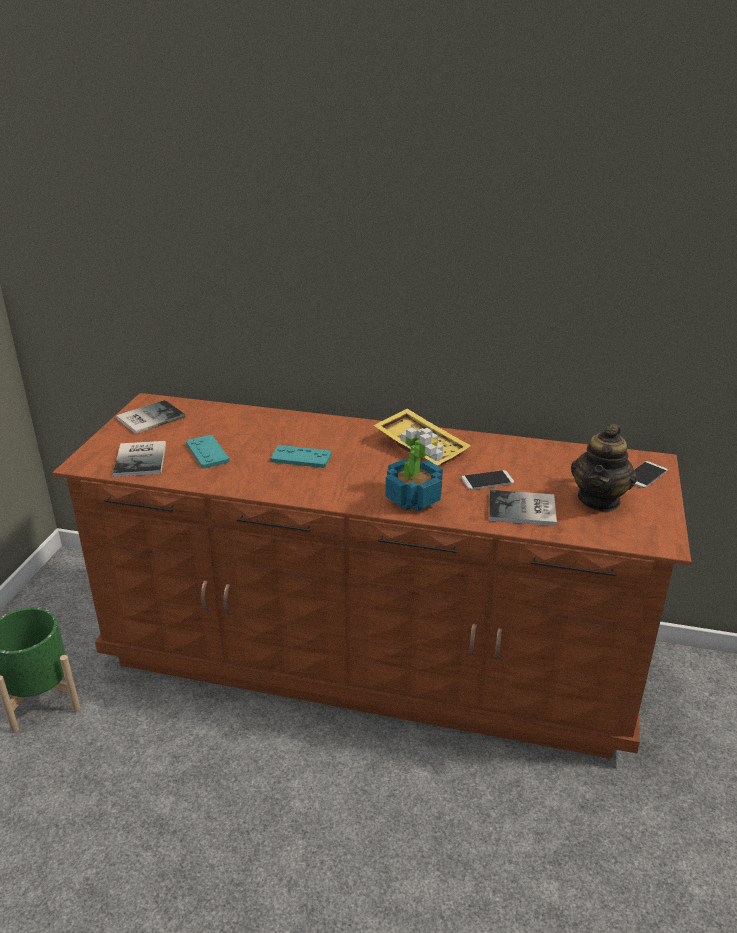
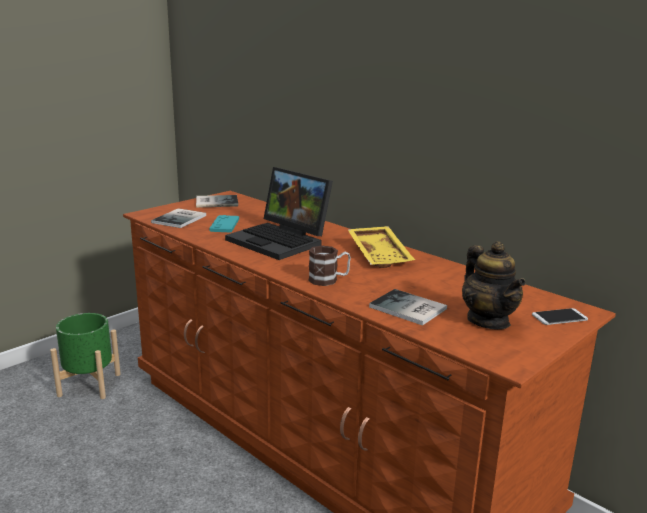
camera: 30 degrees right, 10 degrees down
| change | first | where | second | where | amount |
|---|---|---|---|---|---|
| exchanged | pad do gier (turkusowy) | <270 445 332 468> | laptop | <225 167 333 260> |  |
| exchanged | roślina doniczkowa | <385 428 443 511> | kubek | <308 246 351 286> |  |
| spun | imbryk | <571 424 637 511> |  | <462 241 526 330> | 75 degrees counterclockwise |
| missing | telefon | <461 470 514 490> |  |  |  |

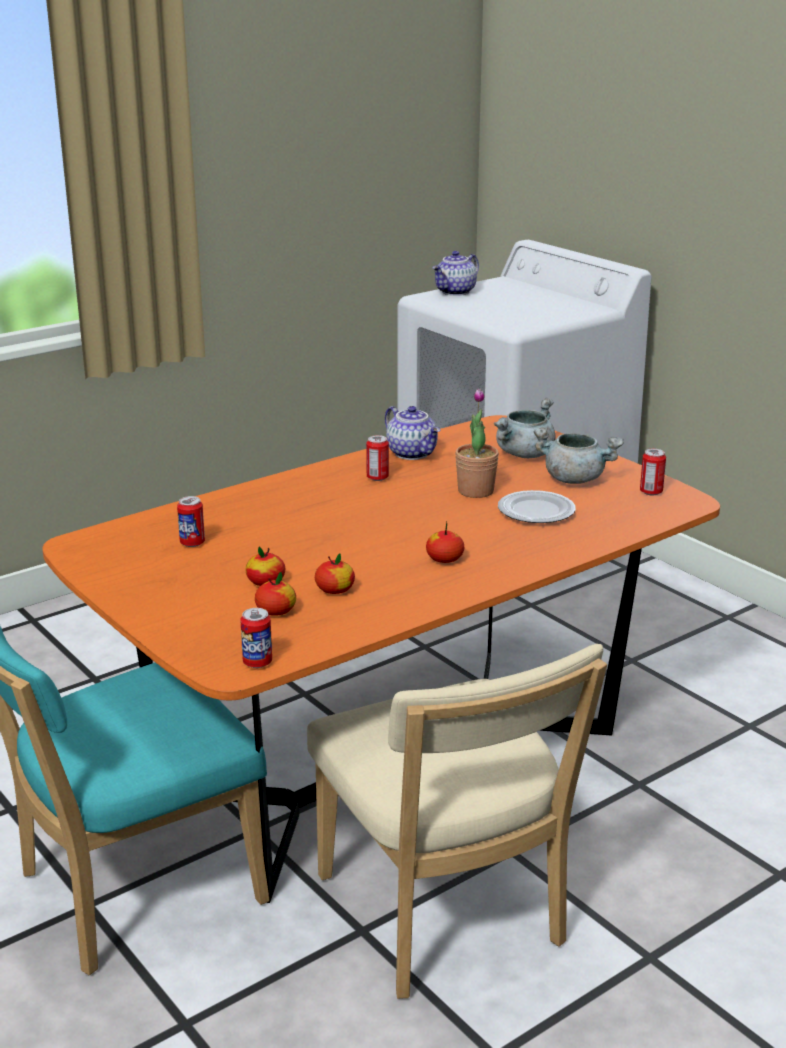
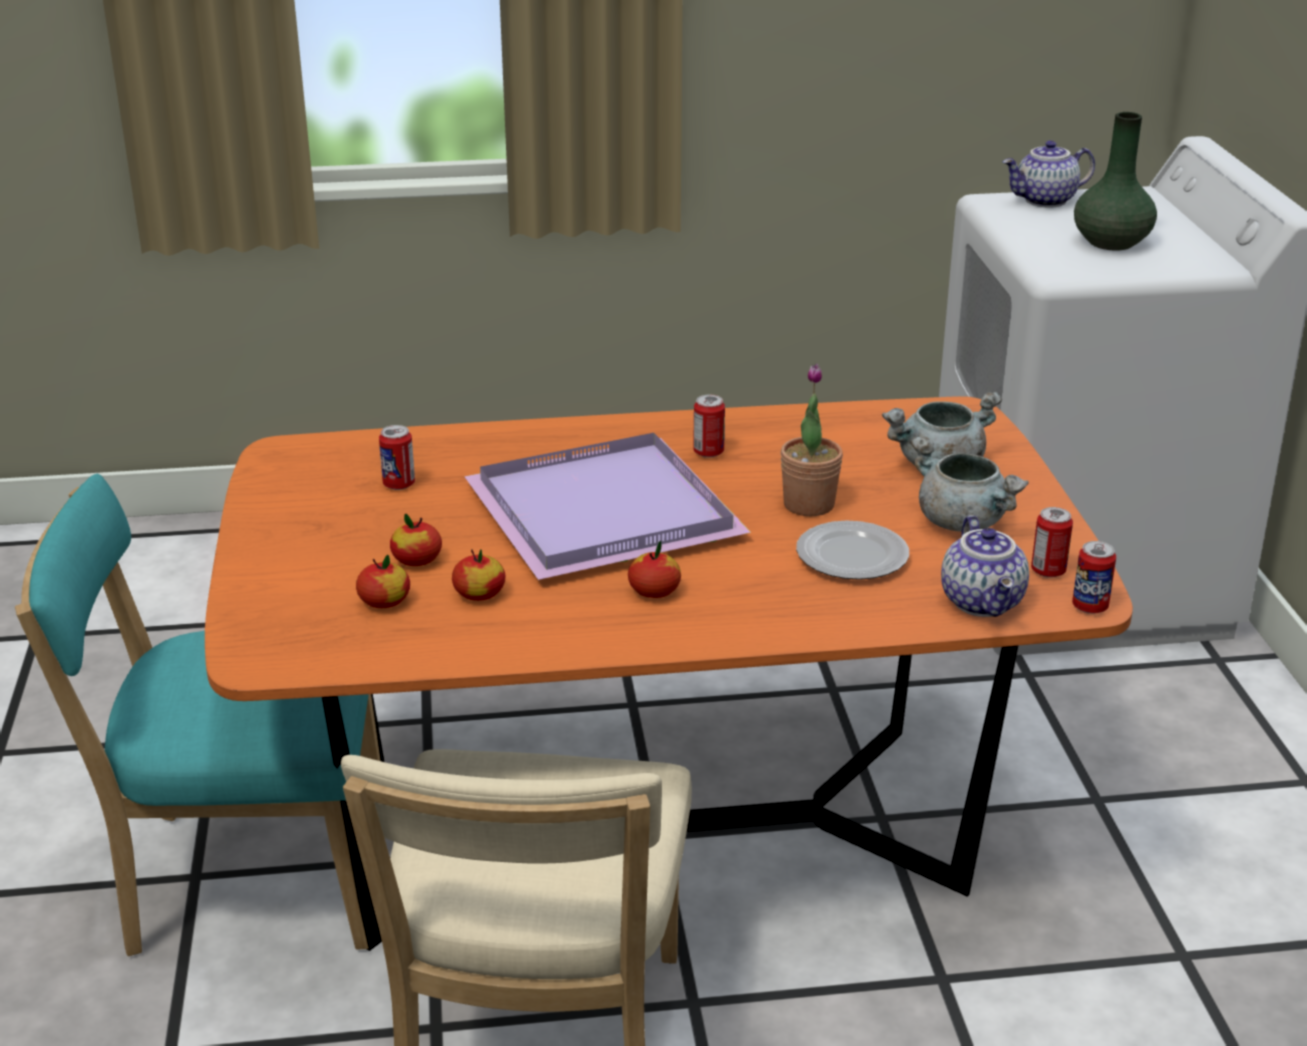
camera: 30 degrees right, 5 degrees up
| change | first | where | second | where | amount |
|---|---|---|---|---|---|
| appeared |  |  | taca (fioletowy) | <464 433 751 580> |  |
| relocated | imbryk | <385 406 440 460> |  | <941 515 1029 617> |  |
| relocated | puszka | <240 608 272 668> |  | <1072 541 1116 614> |  |
| appeared |  |  | wazon (zielony) | <1074 112 1157 251> |  |

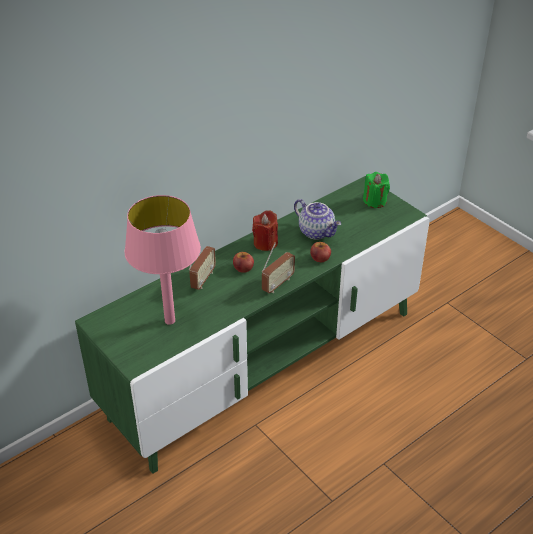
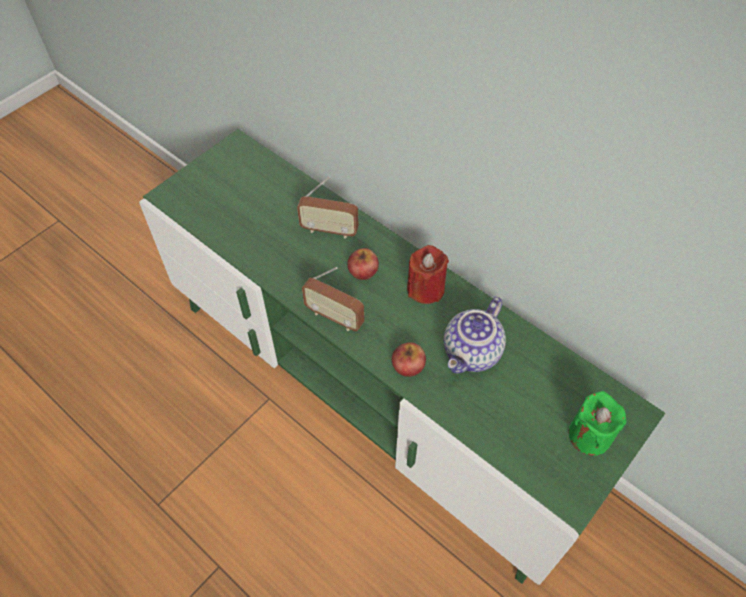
camera: 80 degrees right, 15 degrees up
| change | first | where | second | where | amount |
|---|---|---|---|---|---|
| missing | lampa stołowa (różowy) | <124 195 201 325> |  |  |  |

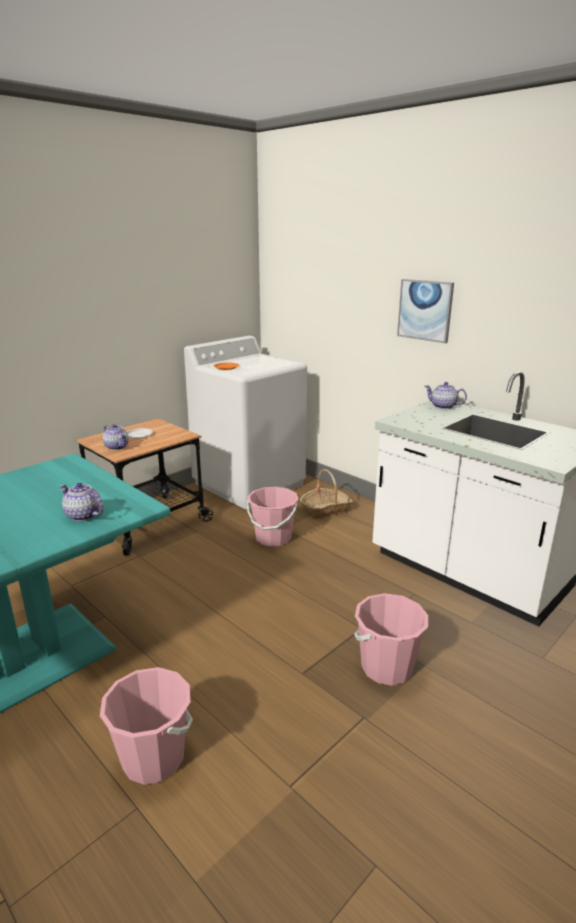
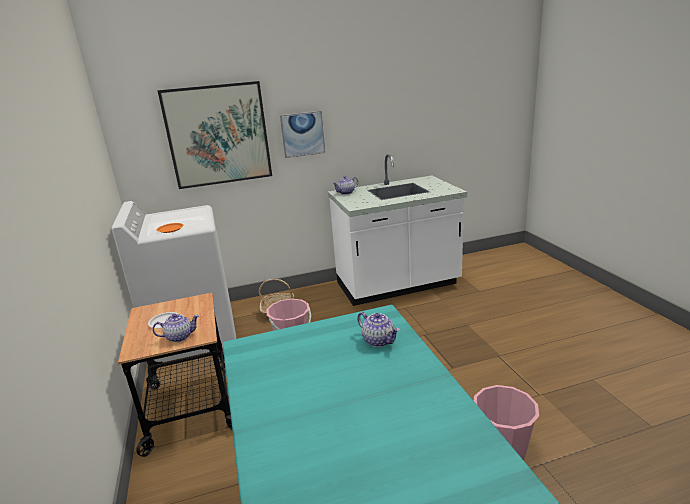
camera: 60 degrees left, 0 degrees up
| change | first | where | second | where | amount |
|---|---|---|---|---|---|
| appeared |  |  | obraz | <158 81 272 189> |  |
| spun | imbryk | <60 483 104 522> |  | <357 312 399 347> | 105 degrees counterclockwise |
| missing | wiadro (różowy) | <354 593 428 686> |  |  |  |

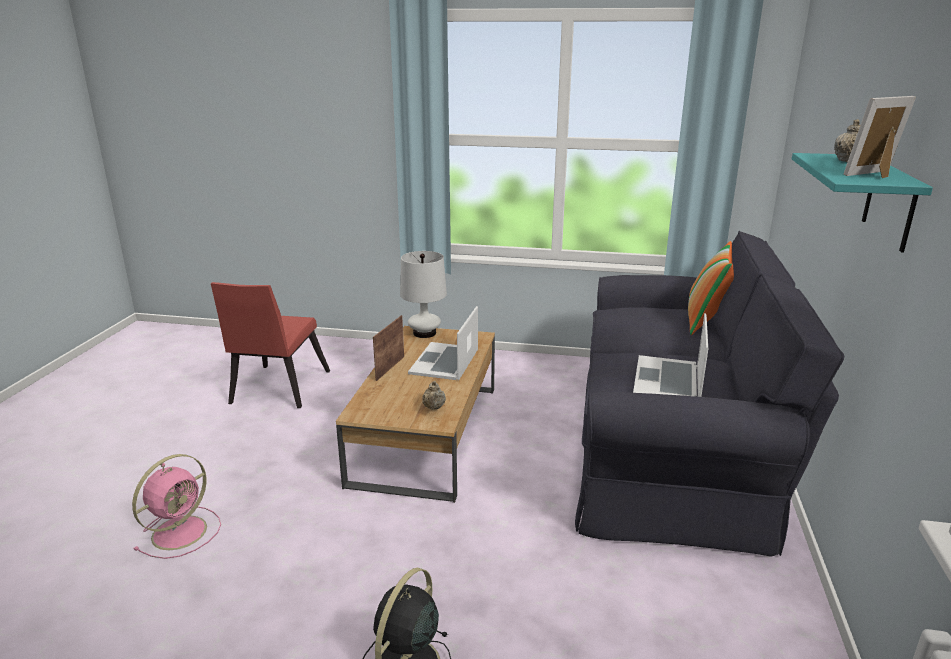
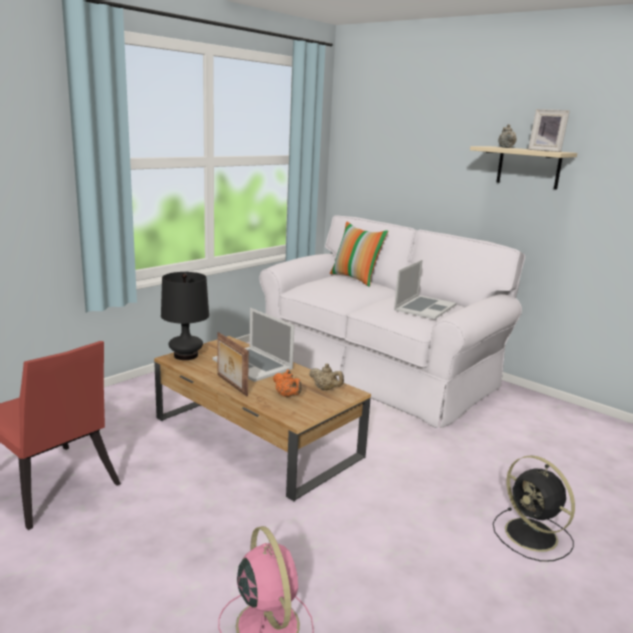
camera: 60 degrees left, 5 degrees down
| change | first | where | second | where | amount |
|---|---|---|---|---|---|
| colour | lampa stołowa (biały) | <400 251 447 338> | lampa stołowa (czarny) | <161 272 209 360> |  |
| colour | kanapa (czarny) | <575 231 844 557> | kanapa (biały) | <259 216 525 428> |  |
| appeared |  |  | imbryk (pomarańczowy) | <273 370 302 397> |  |
| spun | laptop | <633 313 708 397> |  | <394 260 456 319> | 105 degrees counterclockwise |
| colour | półka (turkusowy) | <792 153 933 252> | półka (beżowy) | <470 146 577 189> |  |
| spun | ramka na zdjęcie | <844 96 916 178> |  | <528 109 570 152> | 60 degrees counterclockwise |

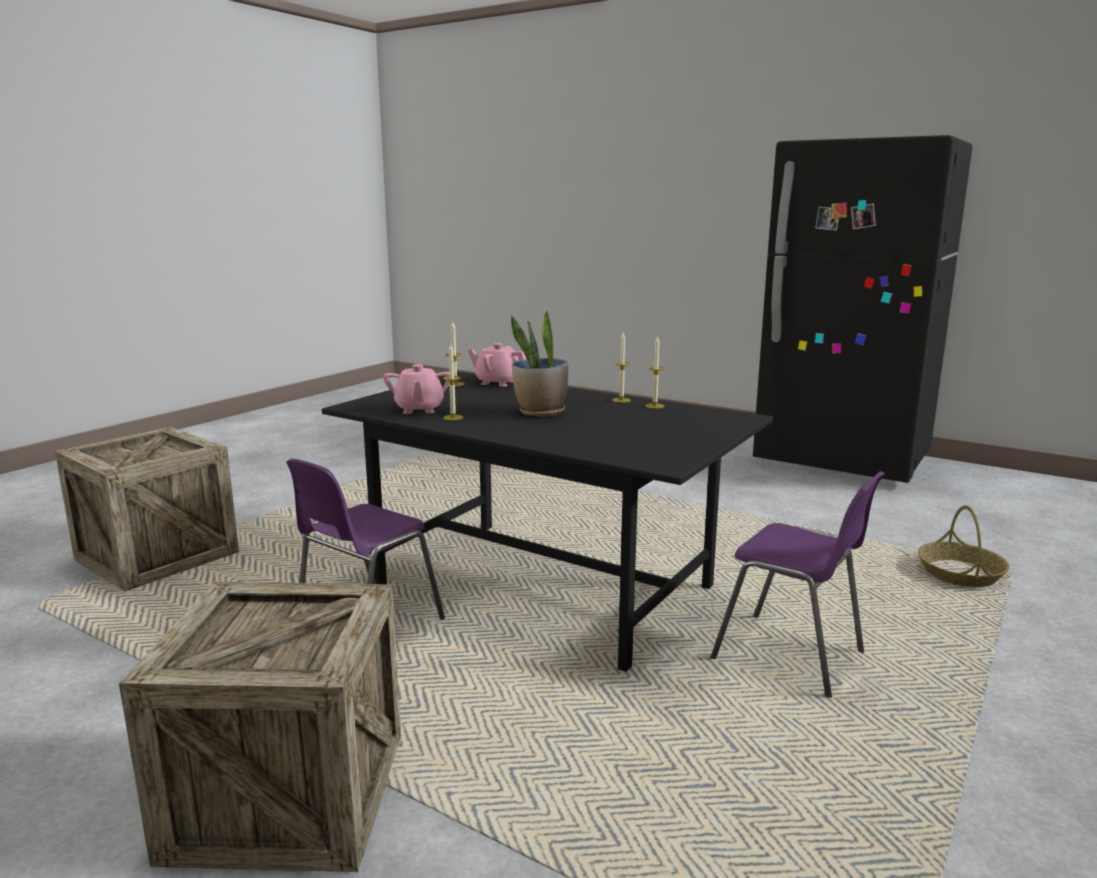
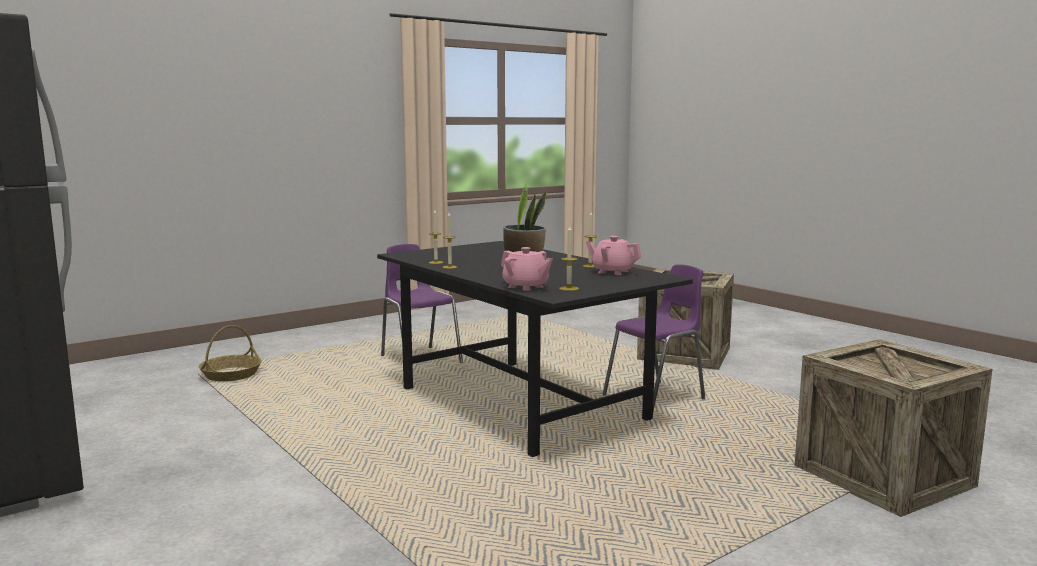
camera: 160 degrees left, 5 degrees down
| change | first | where | second | where | amount |
|---|---|---|---|---|---|
| spun | imbryk (różowy) | <383 364 450 414> |  | <586 236 641 275> | 75 degrees counterclockwise |

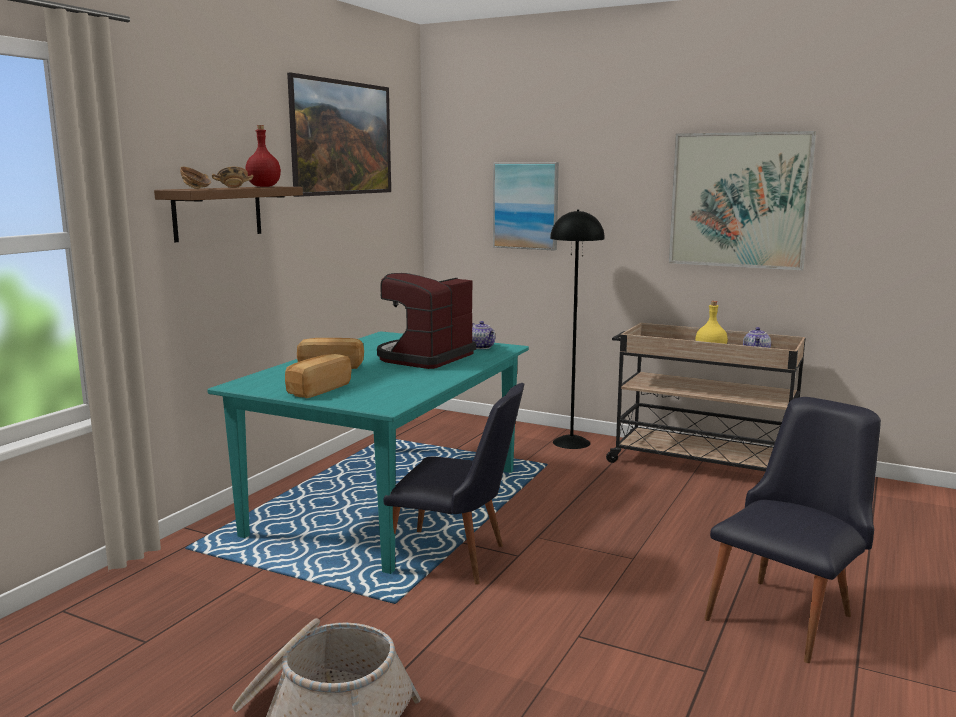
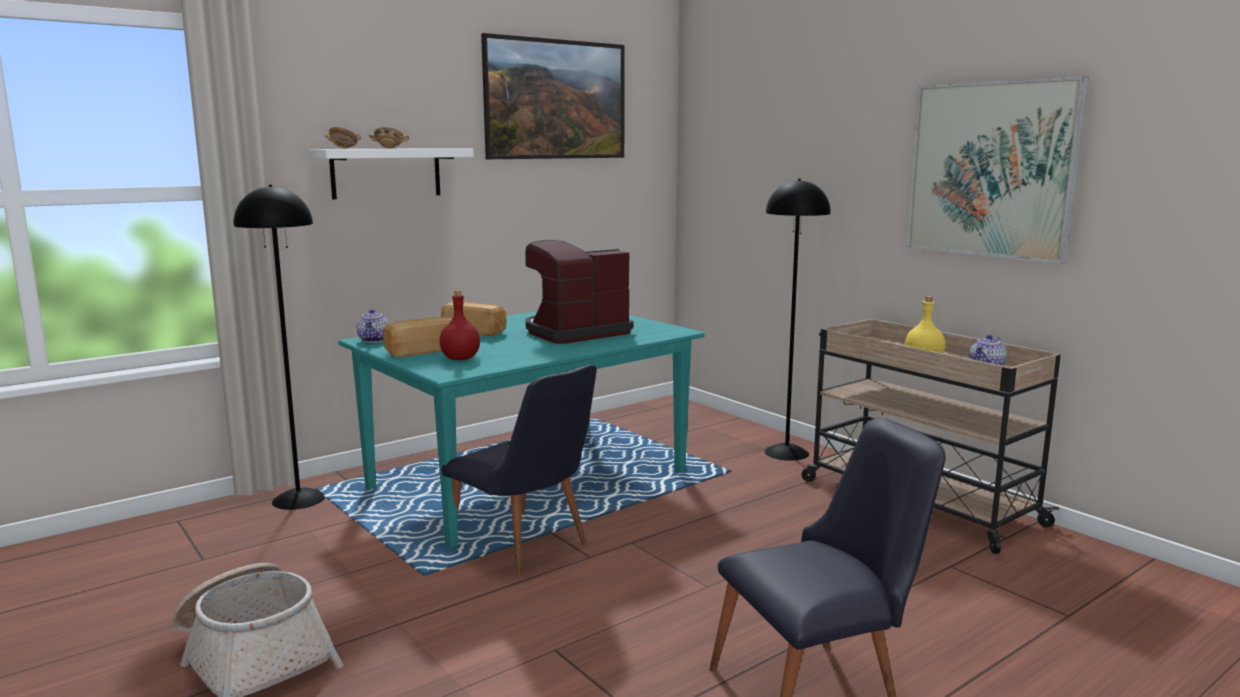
camera: 25 degrees right, 0 degrees up
| change | first | where | second | where | amount |
|---|---|---|---|---|---|
| appeared |  |  | lampa stojąca (czarny) | <234 185 325 510> |  |
| colour | półka (brązowy) | <154 186 303 242> | półka (biały) | <310 148 474 199> |  |
| relocated | imbryk | <472 321 495 349> |  | <357 309 389 343> |  |
| relocated | butelka (czerwony) | <245 125 281 187> |  | <440 290 480 360> |  |
| missing | obraz | <493 162 559 251> |  |  |  |

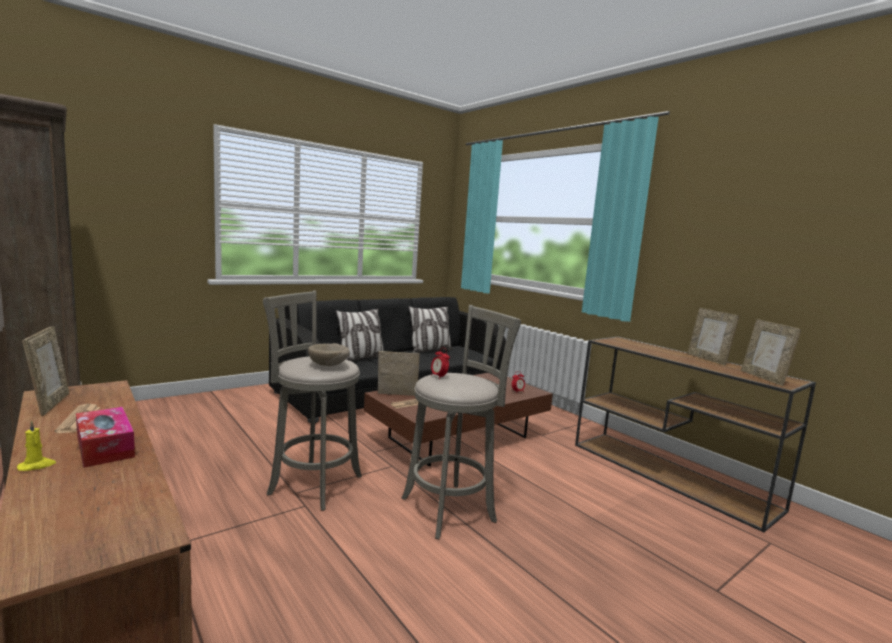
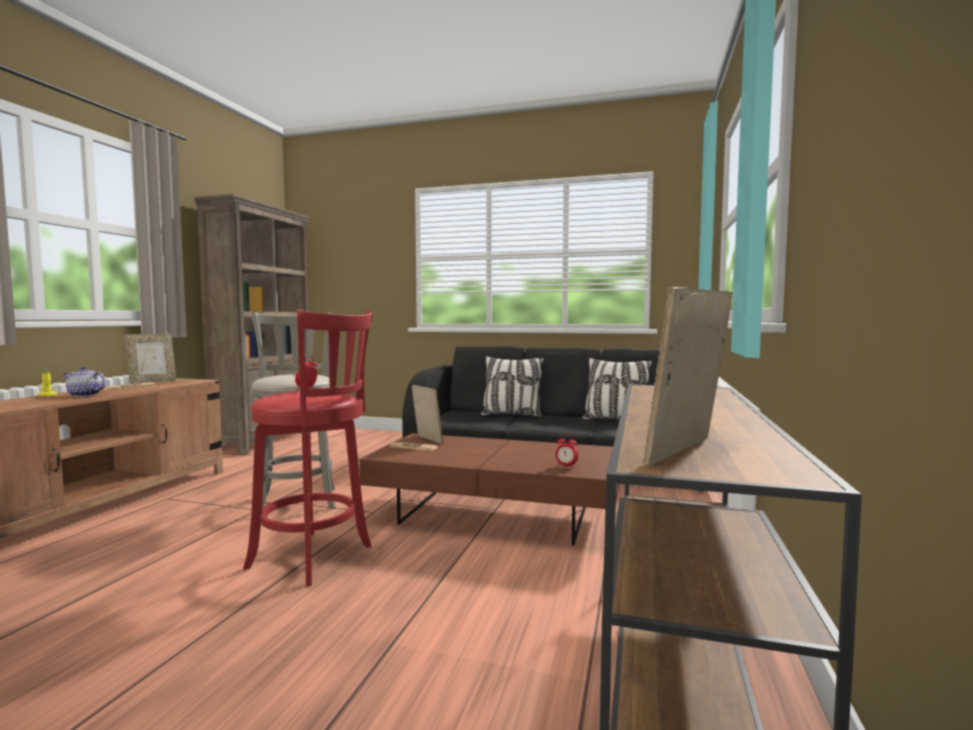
camera: 55 degrees right, 5 degrees down
| change | first | where | second | where | amount |
|---|---|---|---|---|---|
| exchanged | pudełko chusteczek | <76 407 135 468> | imbryk | <63 366 106 397> |  |
| colour | stołek (szary) | <401 305 521 539> | stołek (czerwony) | <243 310 372 586> |  |
| missing | miska (beżowy) | <308 343 350 366> |  |  |  |
| missing | ramka na zdjęcie | <687 308 739 366> |  |  |  |

